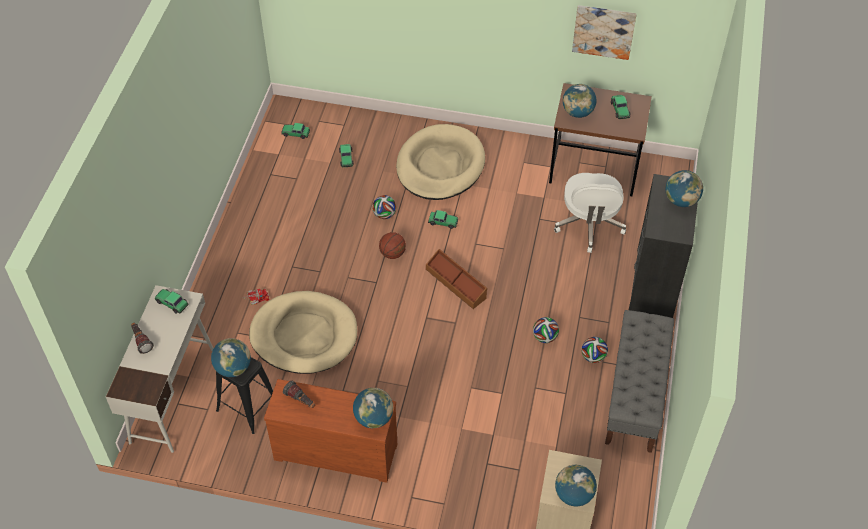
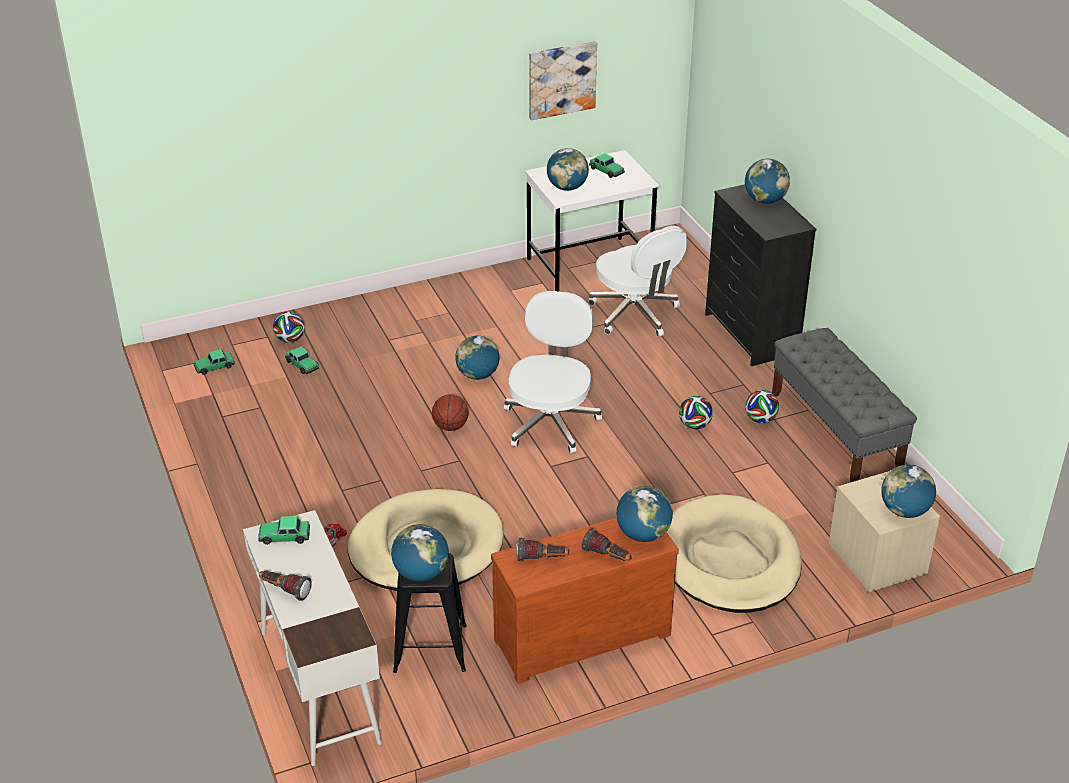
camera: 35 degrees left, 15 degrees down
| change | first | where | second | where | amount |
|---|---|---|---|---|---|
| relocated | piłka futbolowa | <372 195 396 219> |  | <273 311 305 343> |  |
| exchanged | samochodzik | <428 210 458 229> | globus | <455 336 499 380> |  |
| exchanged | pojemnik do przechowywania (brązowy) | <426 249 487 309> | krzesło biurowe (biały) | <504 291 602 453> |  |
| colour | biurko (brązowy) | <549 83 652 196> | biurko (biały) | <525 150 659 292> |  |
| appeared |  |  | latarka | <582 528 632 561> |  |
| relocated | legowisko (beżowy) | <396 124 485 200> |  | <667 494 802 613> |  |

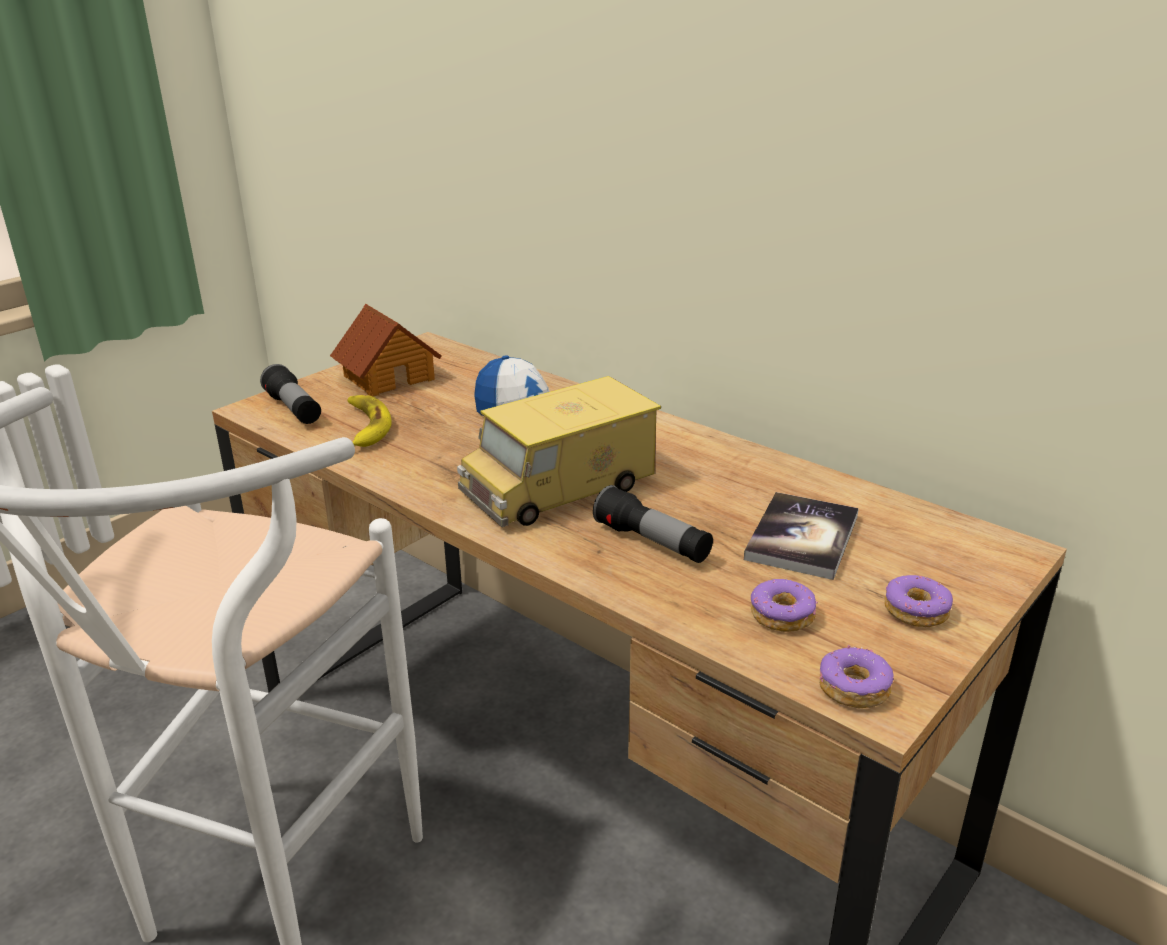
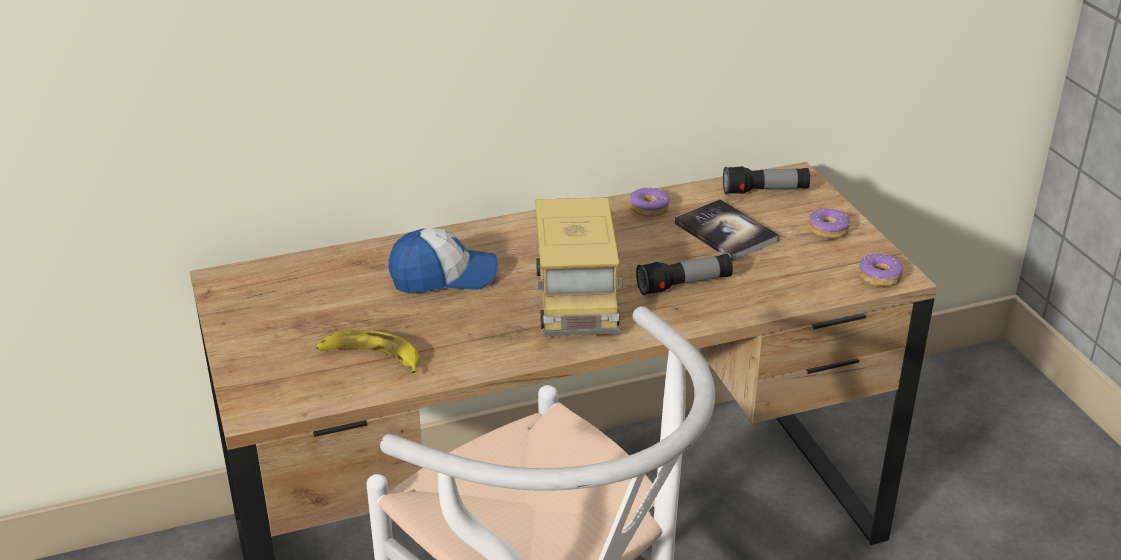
camera: 60 degrees left, 5 degrees up
| change | first | where | second | where | amount |
|---|---|---|---|---|---|
| relocated | donut | <751 579 818 632> |  | <630 188 669 217> |  |
| relocated | latarka | <260 364 321 424> |  | <723 166 810 194> |  |
| missing | domek | <330 304 442 397> |  |  |  |

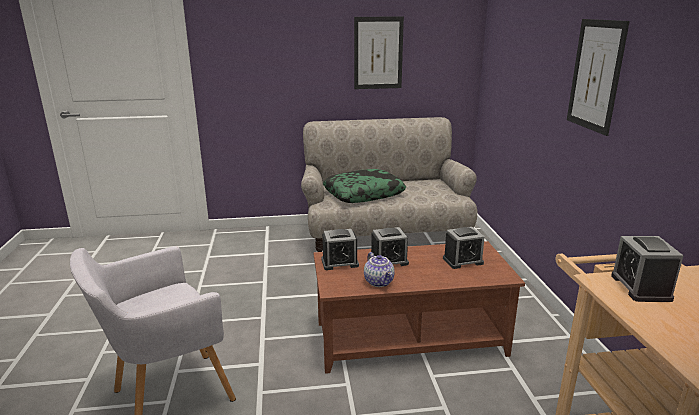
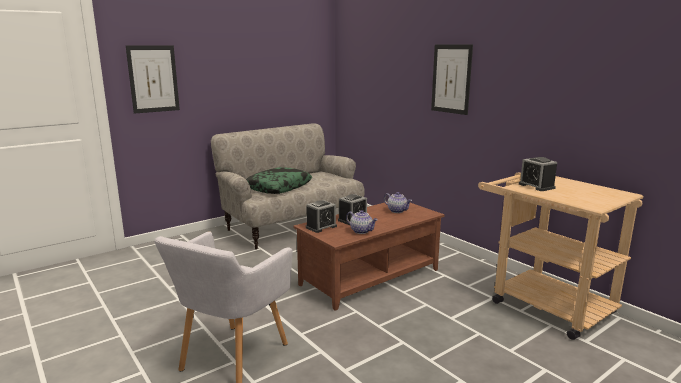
camera: 30 degrees left, 5 degrees down
| change | first | where | second | where | amount |
|---|---|---|---|---|---|
| relocated | obraz | <354 16 404 89> |  | <126 45 180 114> |  |
| exchanged | budzik | <443 227 485 269> | imbryk | <384 192 412 213> |  |

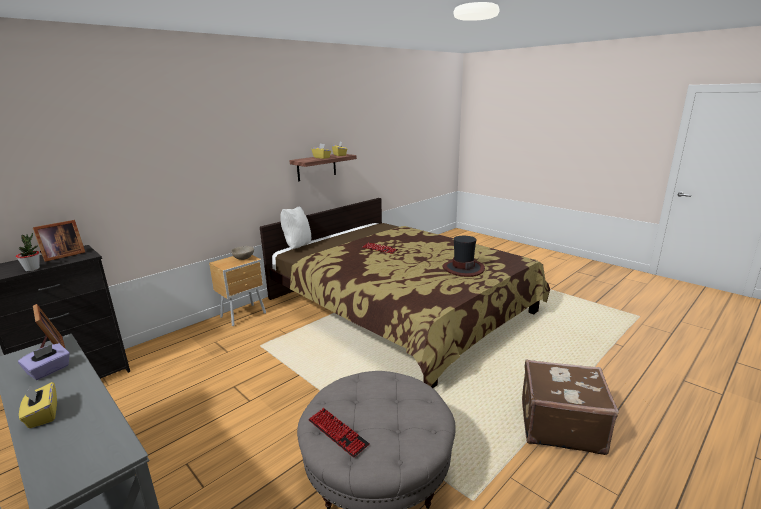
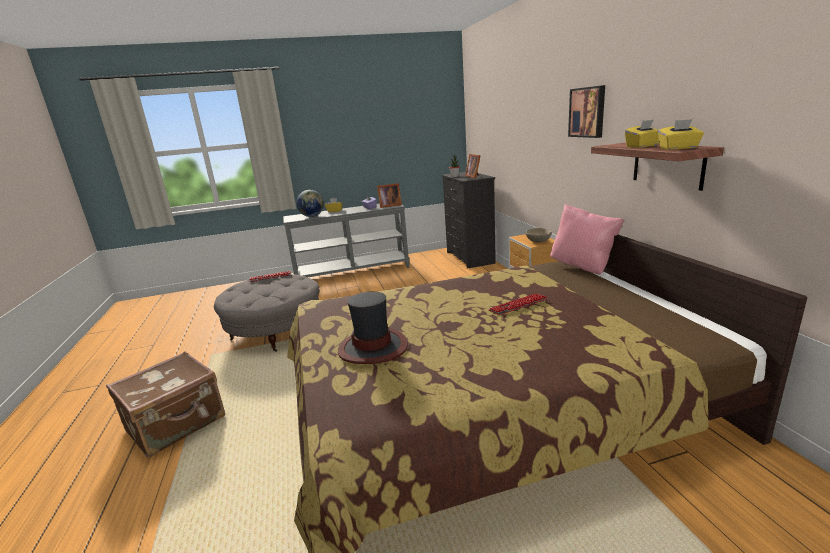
camera: 120 degrees right, 0 degrees up
| change | first | where | second | where | amount |
|---|---|---|---|---|---|
| appeared |  |  | globus | <297 190 324 217> |  |
| colour | poduszka (biały) | <280 207 311 249> | poduszka (różowy) | <550 204 624 275> |  |
| appeared |  |  | obraz | <568 85 605 138> |  |

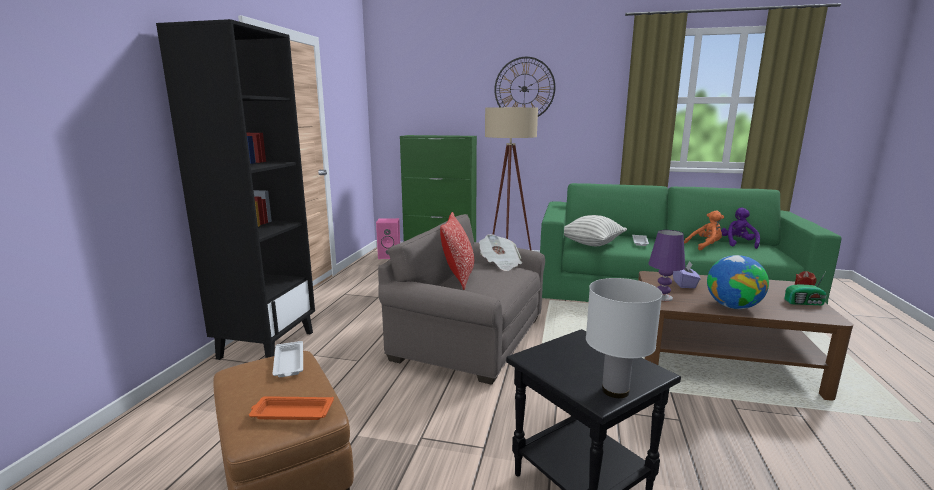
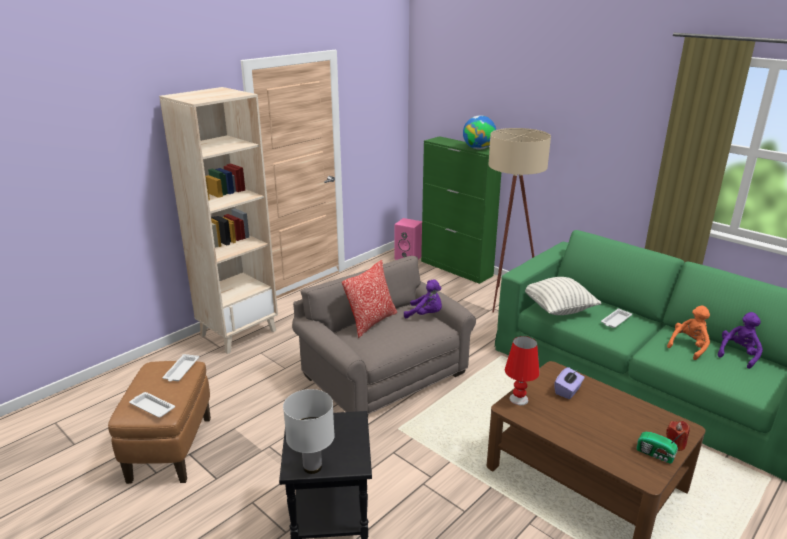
camera: 30 degrees right, 10 degrees up
| change | first | where | second | where | amount |
|---|---|---|---|---|---|
| colour | taca (pomarańczowy) | <249 396 334 420> | taca (biały) | <129 392 175 418> |  |
| colour | regał (czarny) | <156 19 315 360> | regał (beżowy) | <159 87 278 354> |  |
| exchanged | gazeta | <479 234 522 271> | pluszak (fioletowy) | <404 280 442 318> |  |
| relocated | globus | <707 255 769 309> |  | <463 115 496 149> |  |
| colour | lampa stołowa (fioletowy) | <648 230 685 301> | lampa stołowa (czerwony) | <505 336 540 405> |  |
| spun | pluszak (pomarańczowy) | <684 211 724 250> |  | <667 305 710 360> | 60 degrees counterclockwise |
| missing | zegar ścienny | <494 57 555 117> |  |  |  |

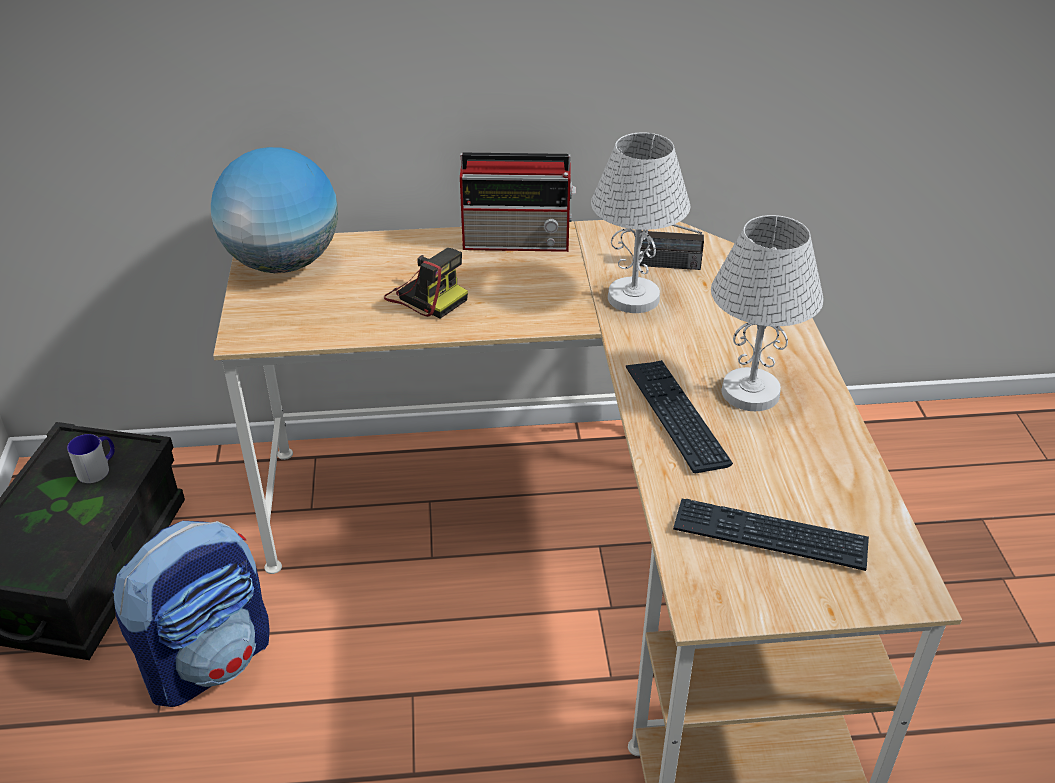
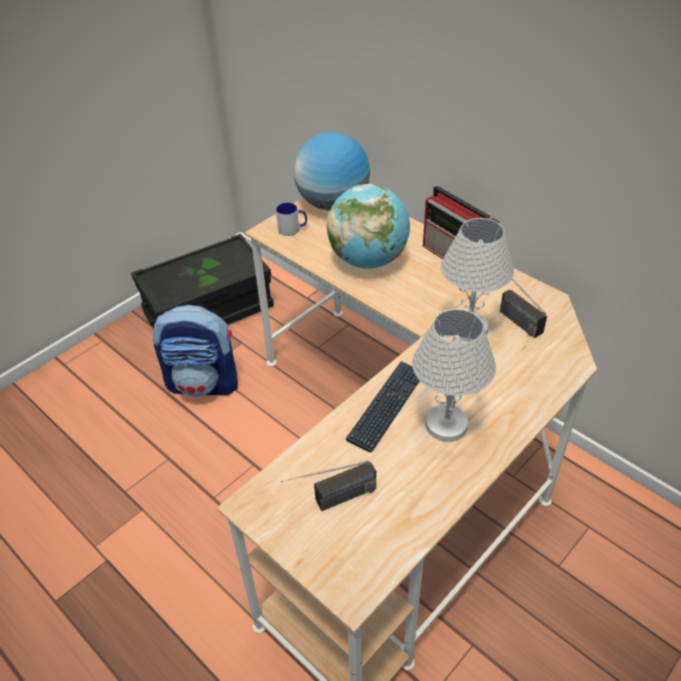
camera: 50 degrees right, 5 degrees up
| change | first | where | second | where | amount |
|---|---|---|---|---|---|
| relocated | kubek | <67 434 115 483> |  | <276 203 307 236> |  |
| exchanged | klawiatura | <673 499 869 571> | radio | <281 460 376 511> |  |
| exchanged | aparat fotograficzny | <384 248 468 319> | globus | <327 184 410 269> |  |

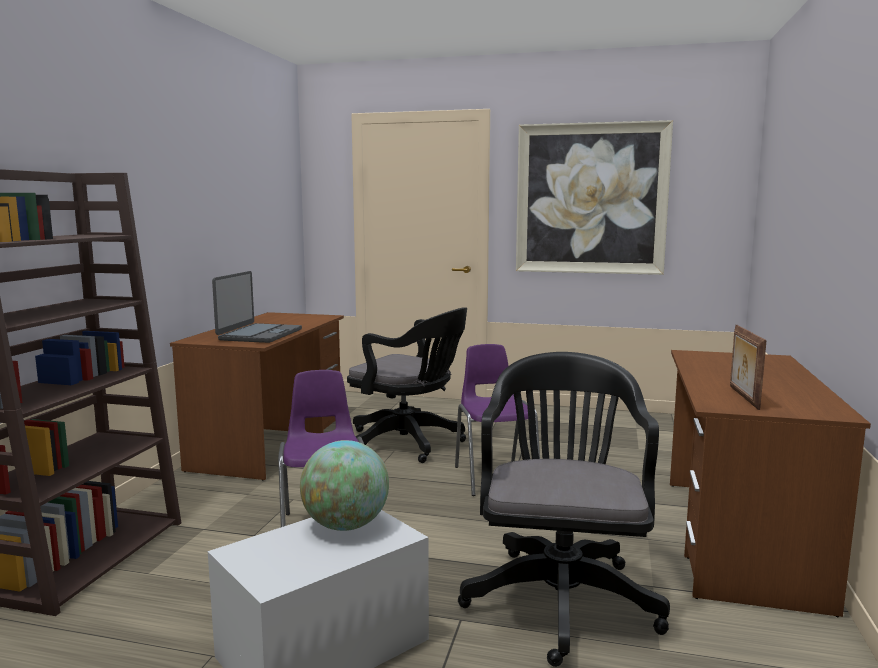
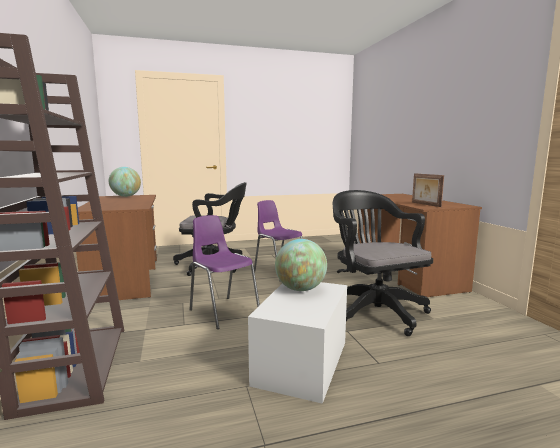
camera: 30 degrees left, 0 degrees up
| change | first | where | second | where | amount |
|---|---|---|---|---|---|
| appeared |  |  | globus | <109 167 141 197> |  |
| missing | laptop | <212 271 302 343> |  |  |  |
| missing | obraz | <516 120 673 275> |  |  |  |

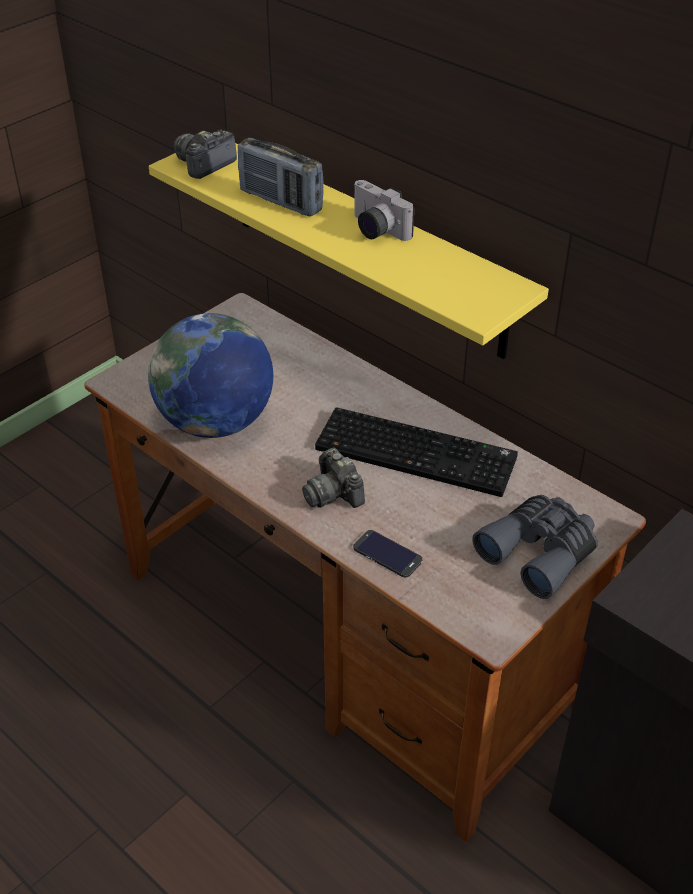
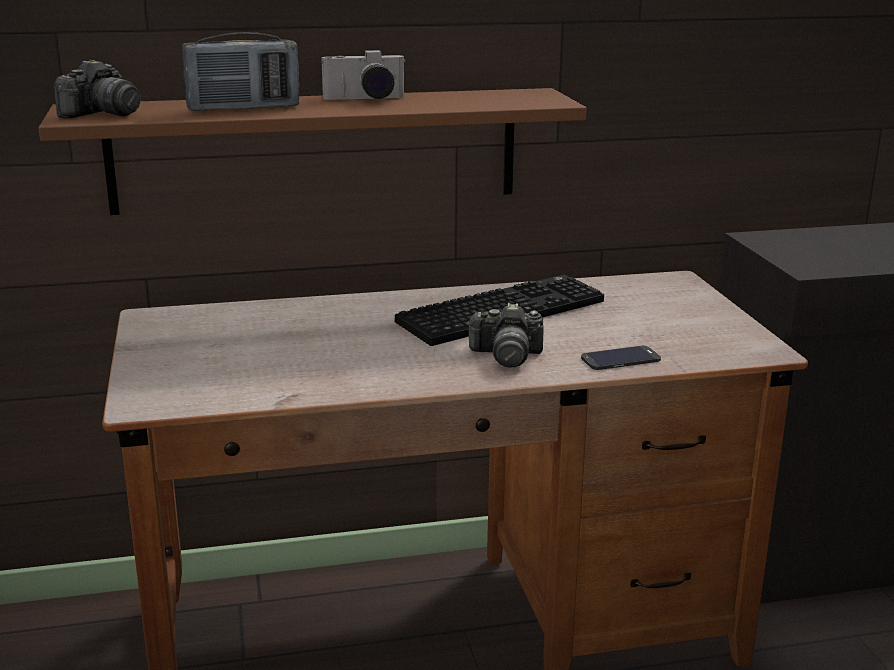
camera: 55 degrees left, 20 degrees down
| change | first | where | second | where | amount |
|---|---|---|---|---|---|
| colour | półka (żółty) | <149 143 549 359> | półka (brązowy) | <38 88 587 215> |  |
| spun | aparat fotograficzny | <173 130 237 179> |  | <54 60 141 118> | 135 degrees counterclockwise |
| missing | globus | <148 313 273 438> |  |  |  |
| missing | lornetka (szary) | <472 495 598 599> |  |  |  |

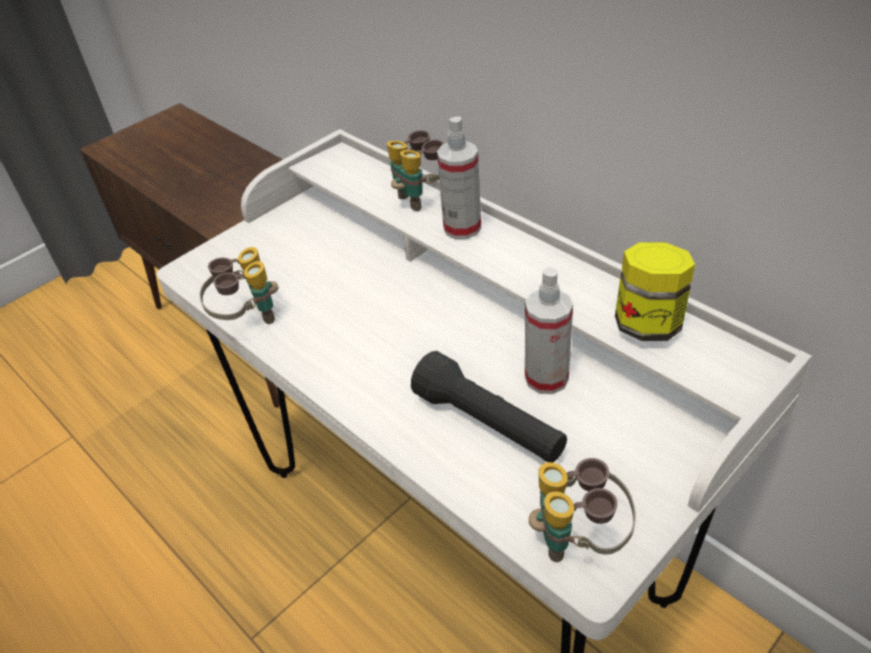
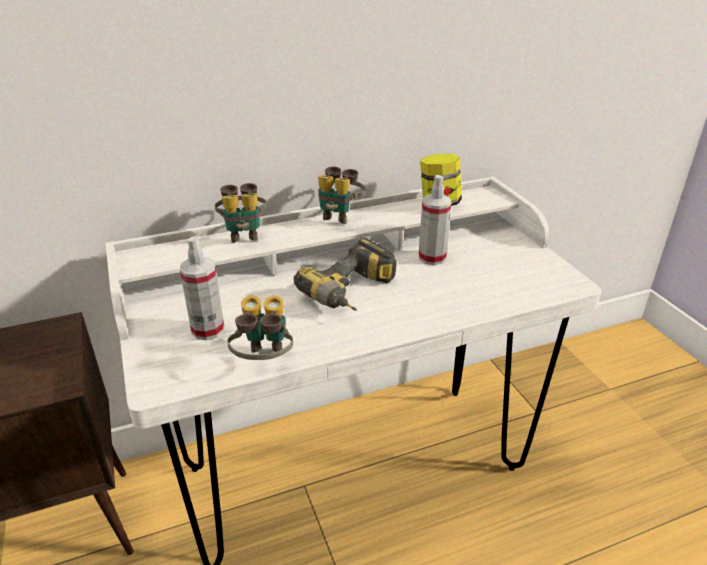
camera: 70 degrees left, 10 degrees down
| change | first | where | second | where | amount |
|---|---|---|---|---|---|
| relocated | spryskiwacz | <437 117 481 239> |  | <180 236 224 340> |  |
| appeared |  |  | wiertarka | <293 237 397 311> |  |
| relocated | lornetka | <529 458 636 562> |  | <318 167 366 224> |  |
| missing | latarka (czarny) | <411 351 567 463> |  |  |  |

